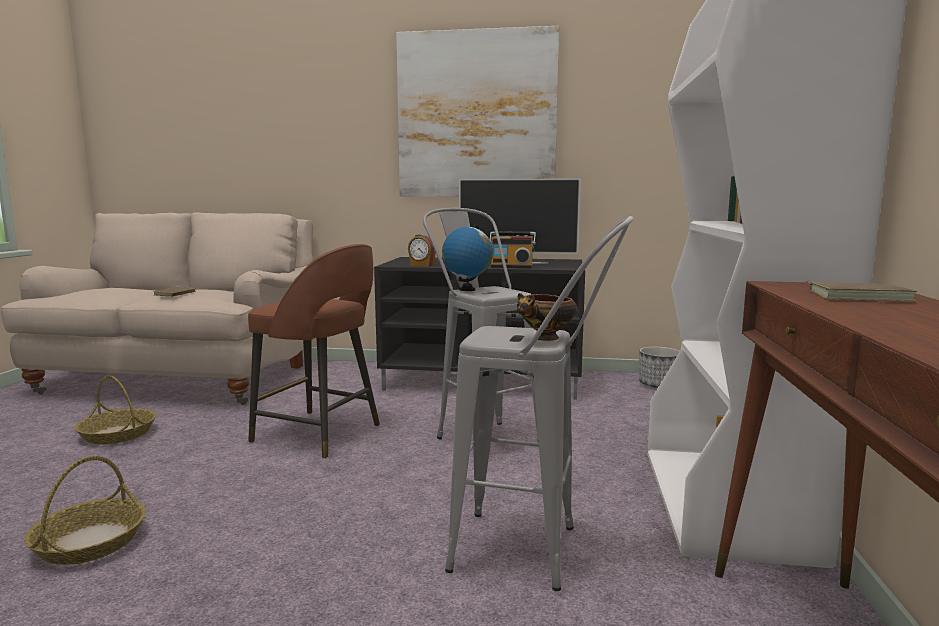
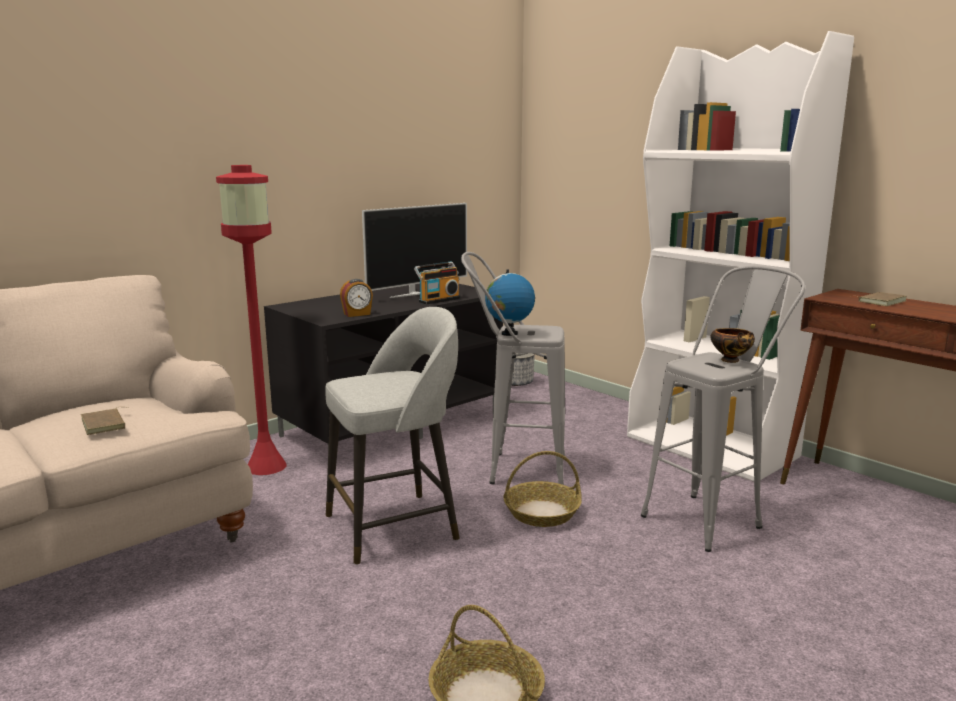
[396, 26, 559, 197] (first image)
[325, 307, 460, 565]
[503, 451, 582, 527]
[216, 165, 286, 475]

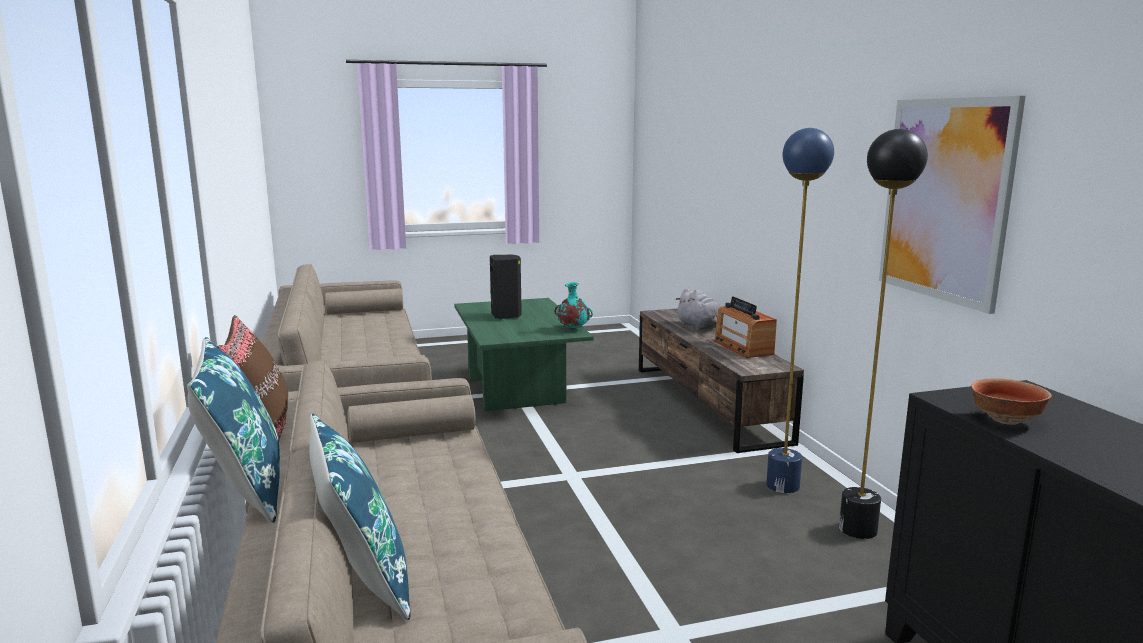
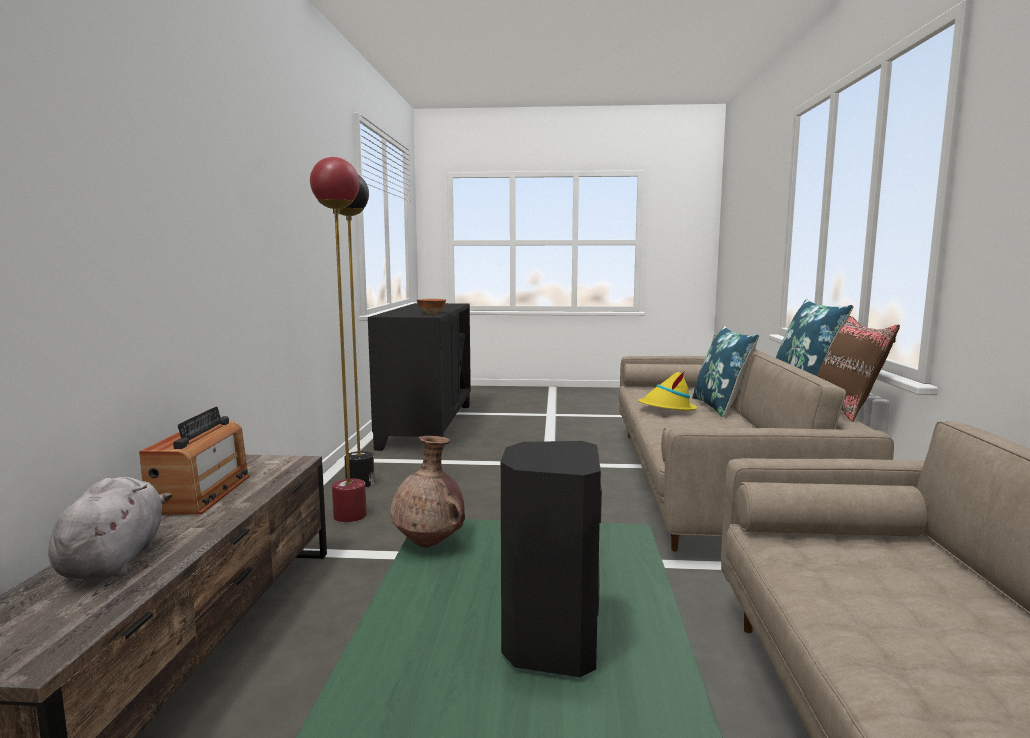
[879, 96, 1026, 314] (first image)
[310, 157, 367, 523]
[391, 436, 465, 548]
[638, 371, 697, 411]

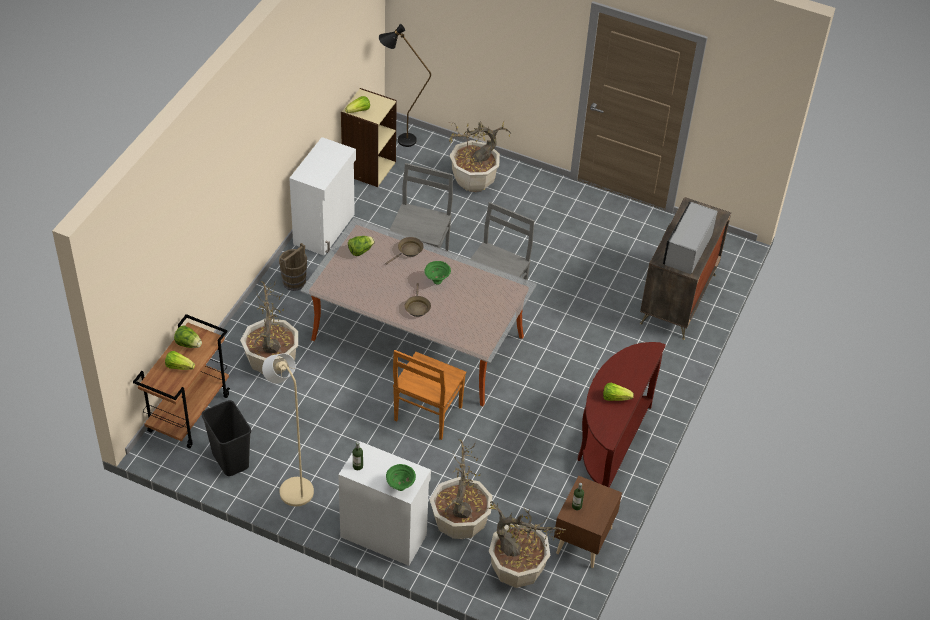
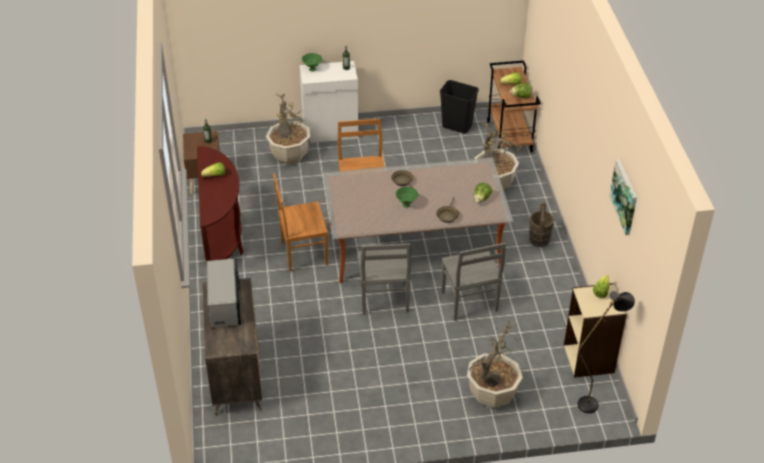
[289, 137, 356, 256] (first image)
[262, 354, 314, 506] (first image)
[488, 501, 566, 588] (first image)
[609, 159, 637, 235]
[273, 173, 328, 272]

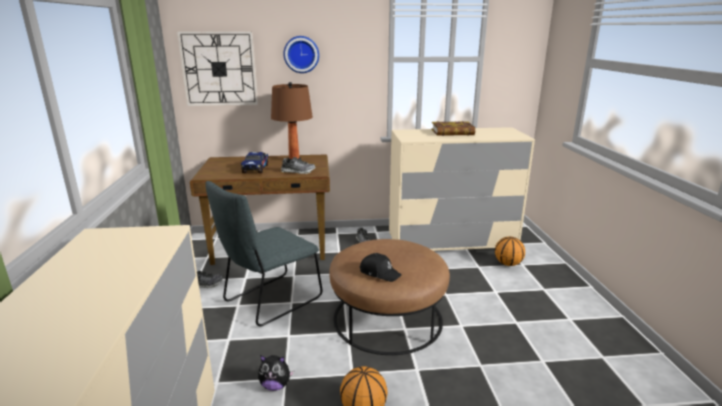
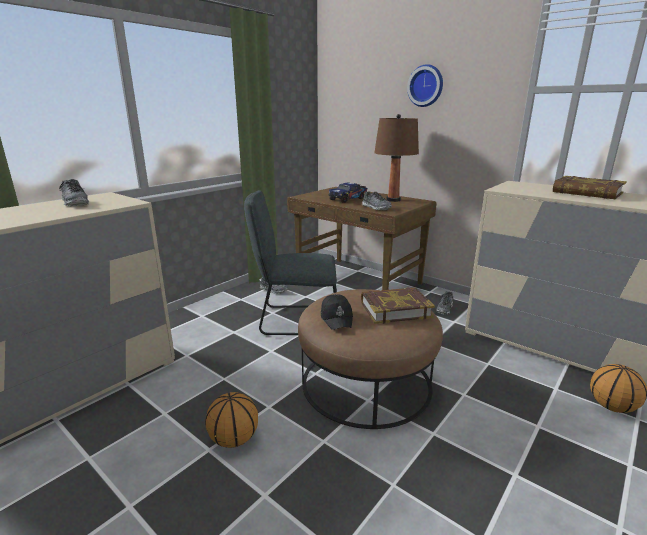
[177, 31, 258, 106] (first image)
[258, 355, 294, 391] (first image)
[59, 179, 89, 206]
[361, 287, 435, 324]

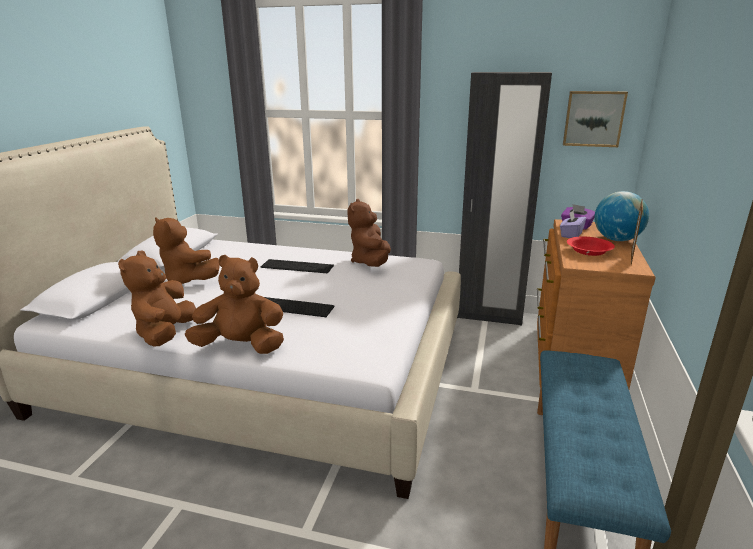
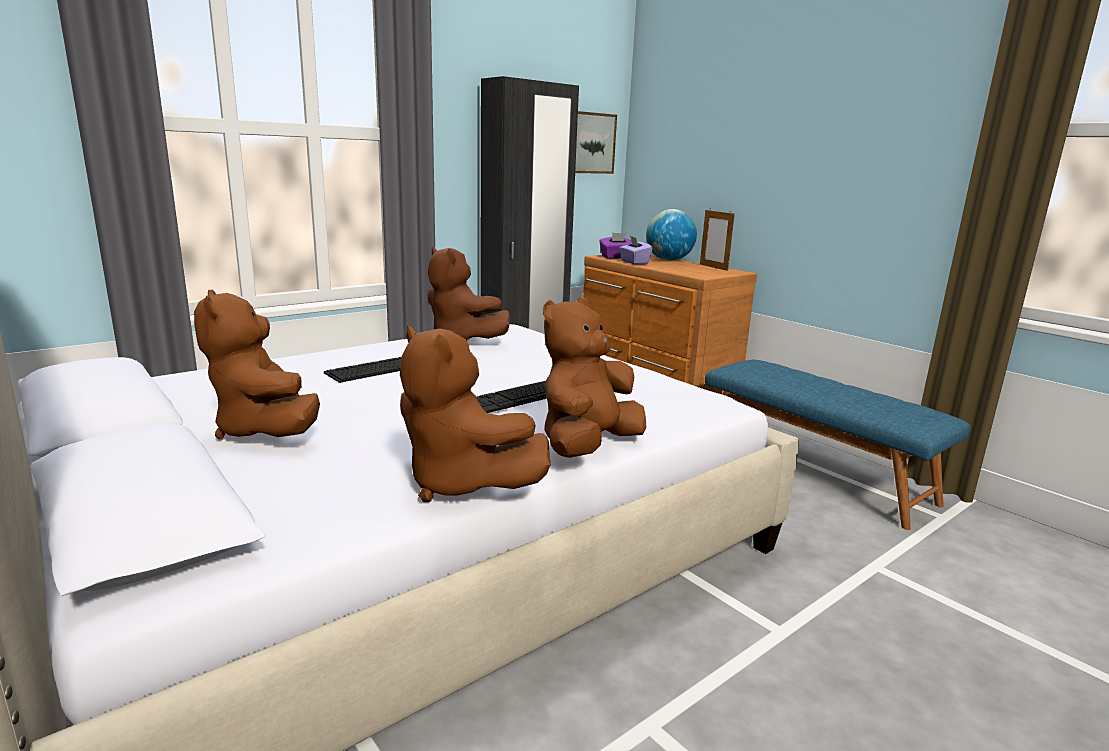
[194, 290, 320, 440]
[567, 236, 615, 256] (first image)

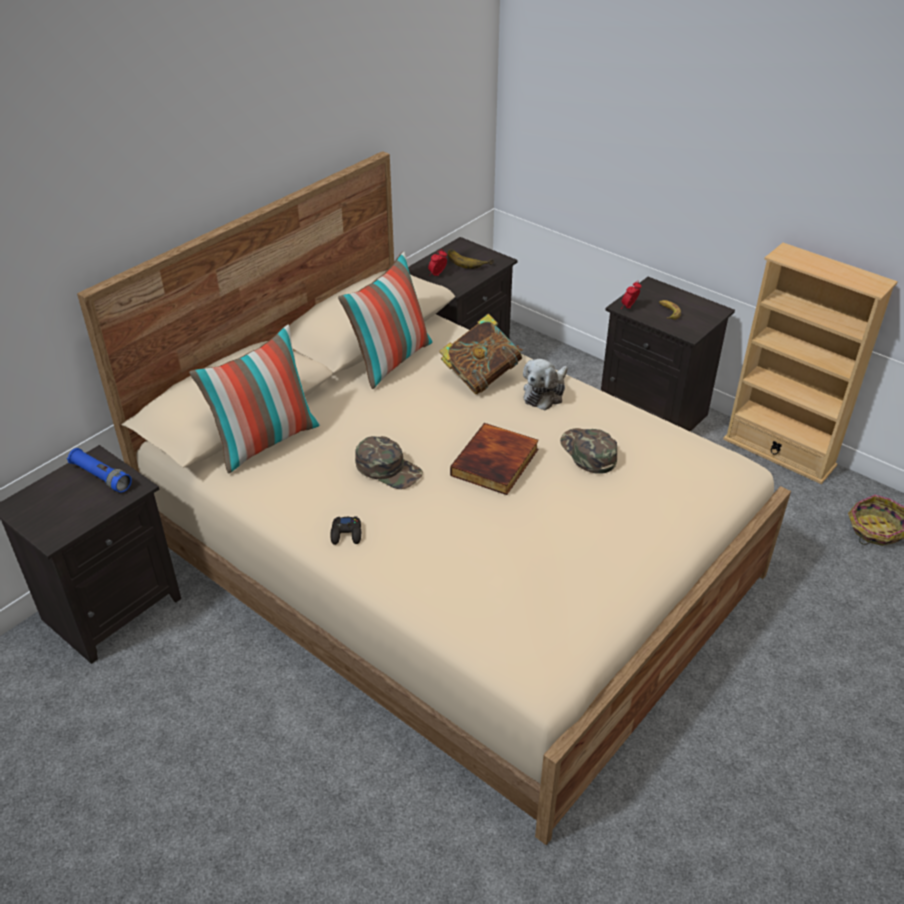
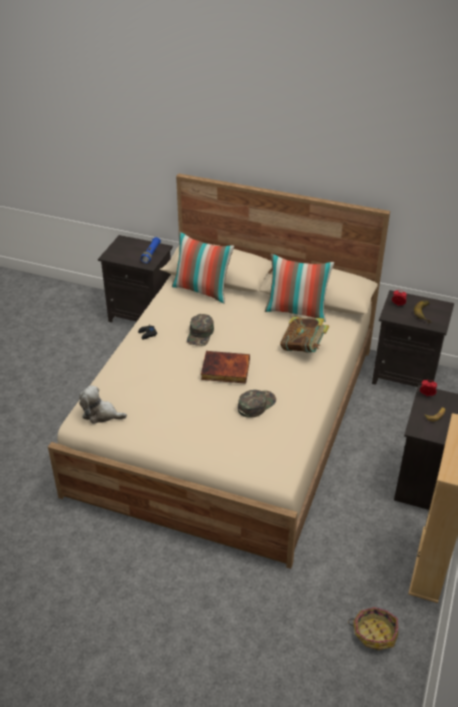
[79, 385, 127, 424]

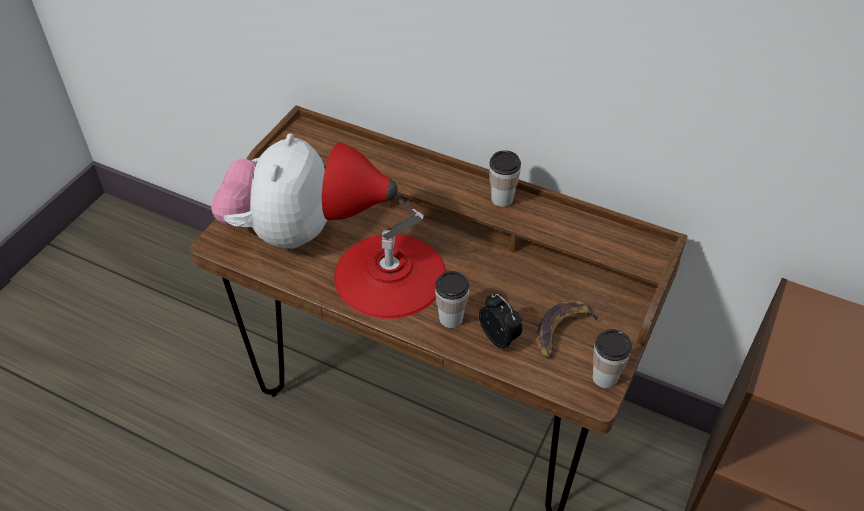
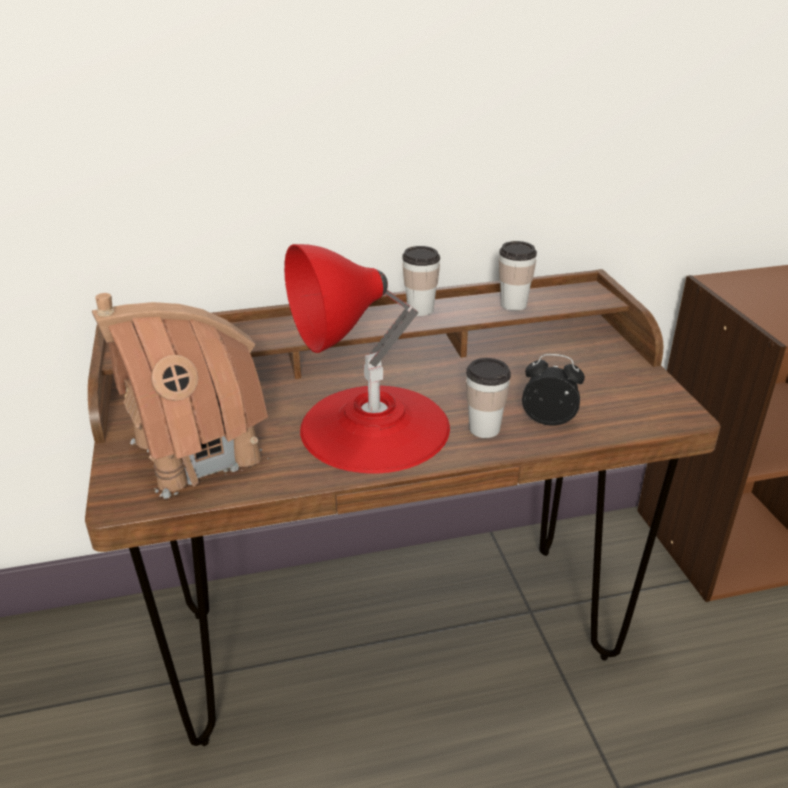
[92, 293, 269, 499]
[537, 300, 603, 359] (first image)
[499, 241, 537, 311]

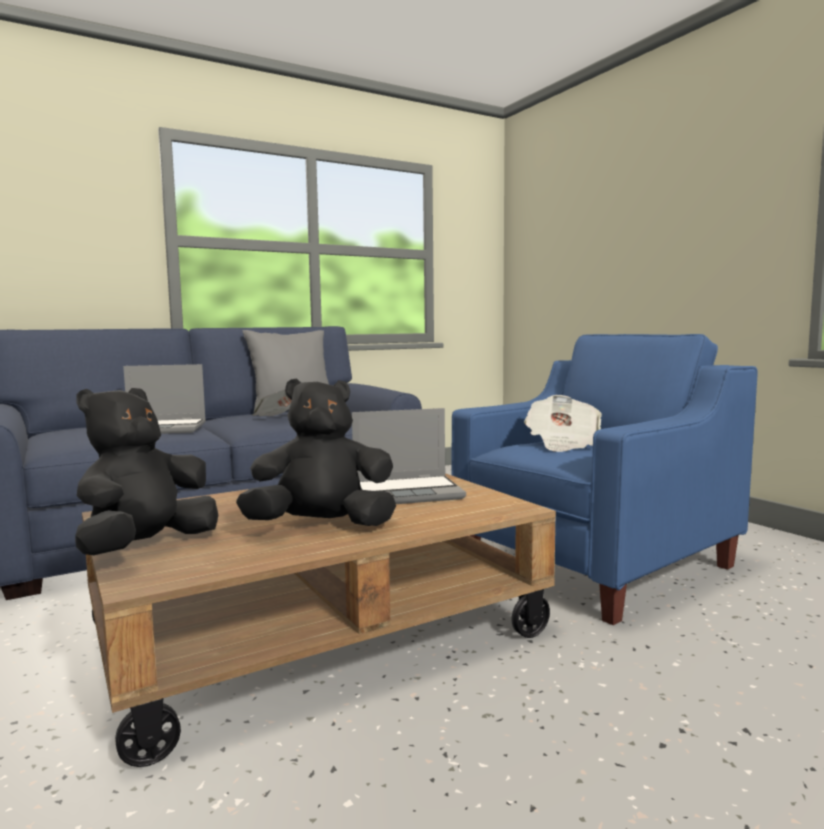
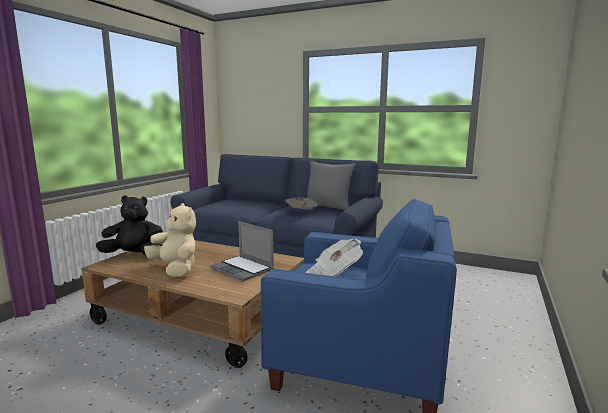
[123, 364, 206, 434] (first image)
[144, 203, 196, 277]

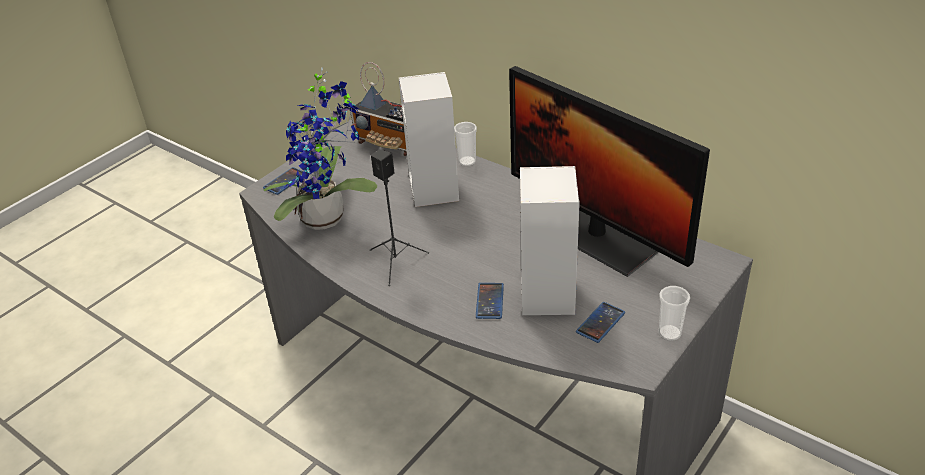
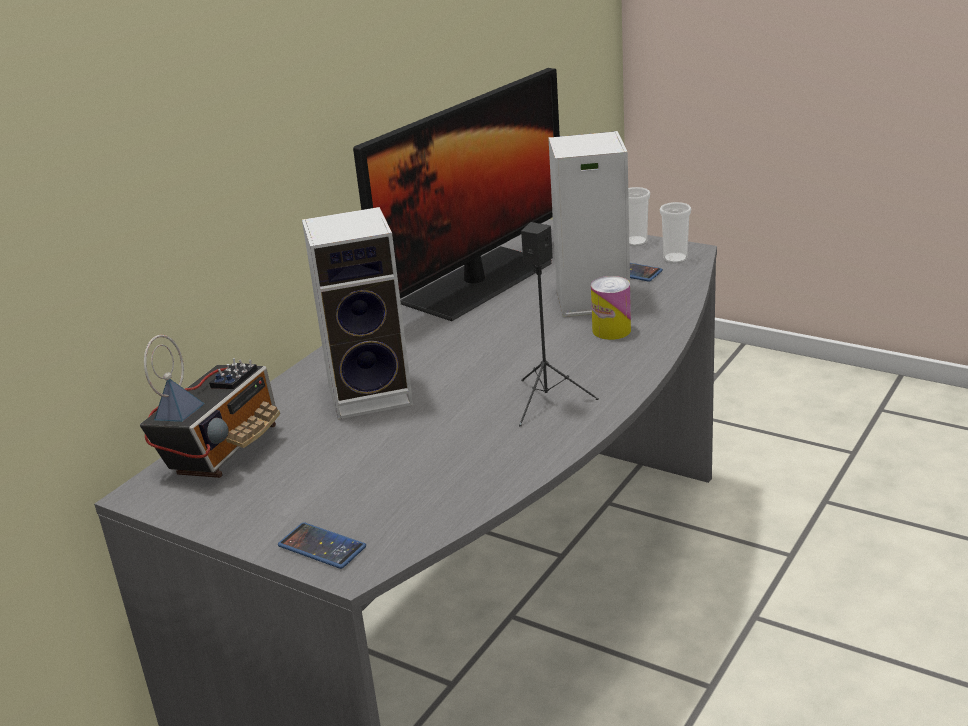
[263, 67, 377, 230] (first image)
[659, 202, 692, 263]
[591, 276, 631, 340]

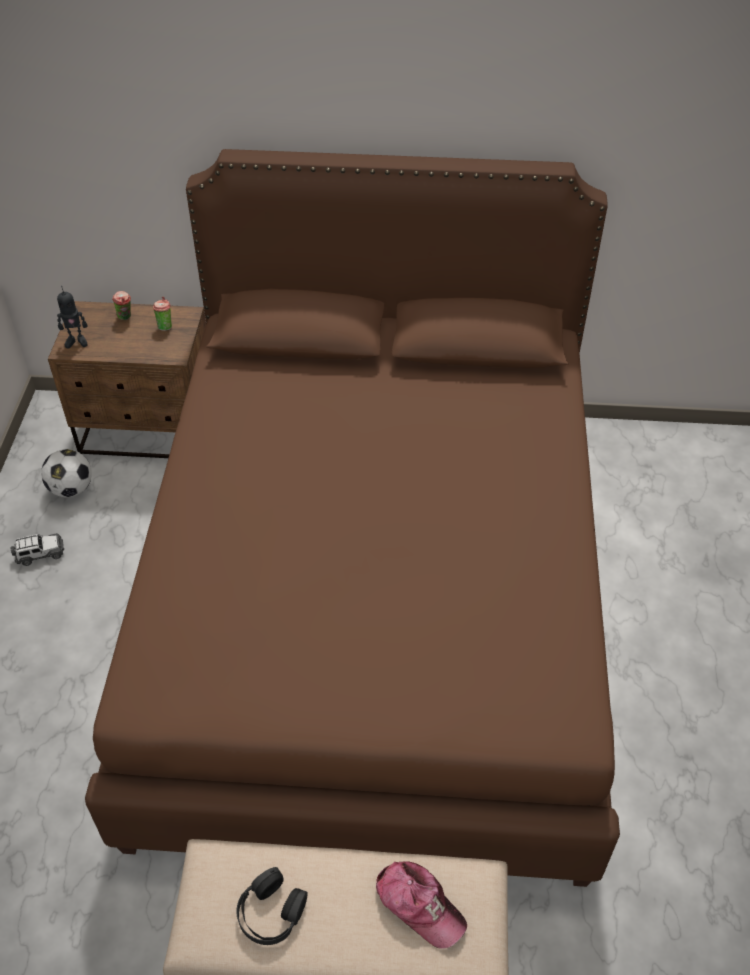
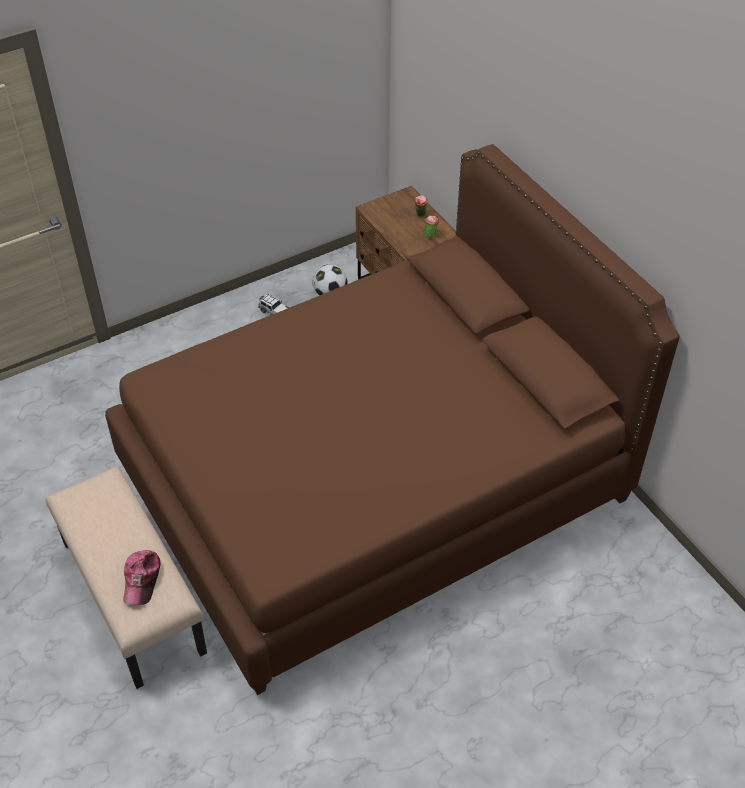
[57, 286, 88, 349] (first image)
[236, 867, 308, 945] (first image)

